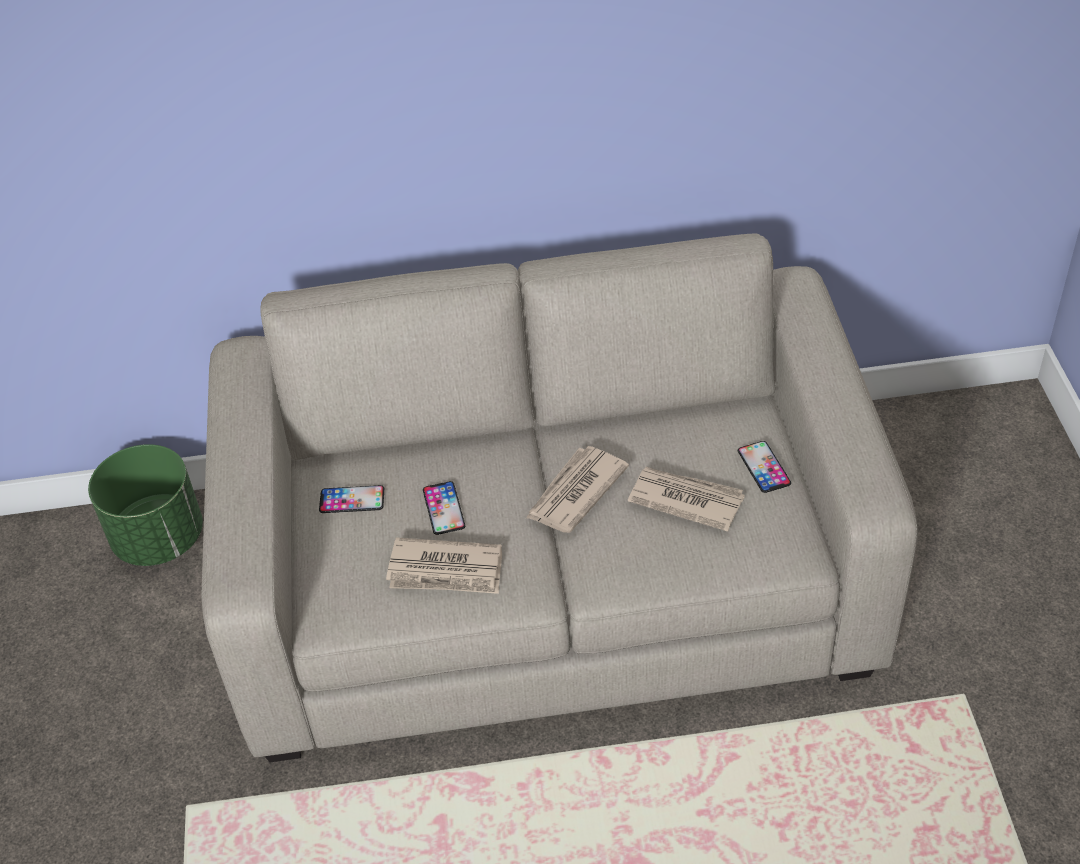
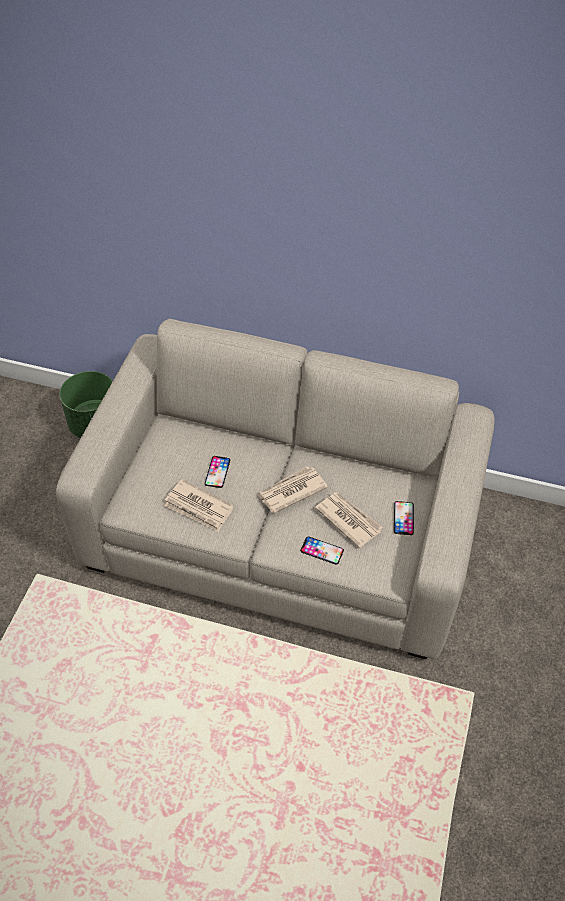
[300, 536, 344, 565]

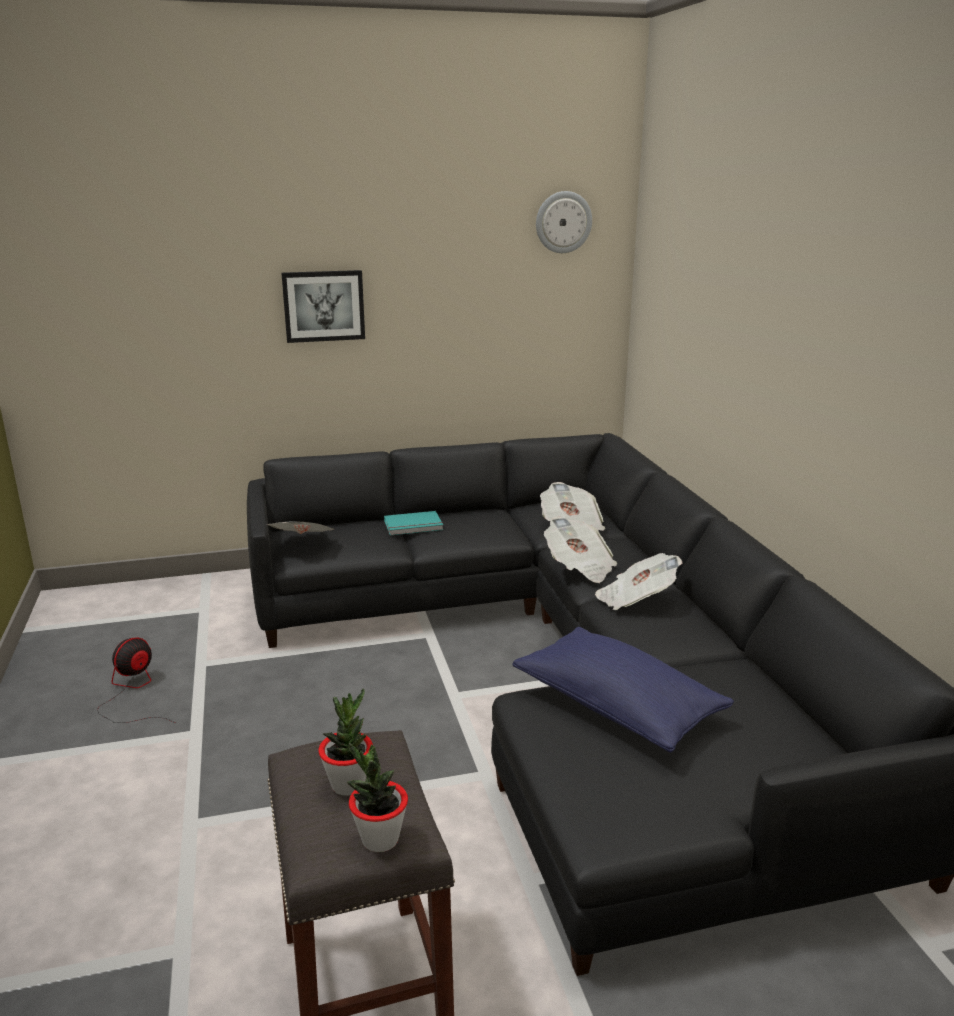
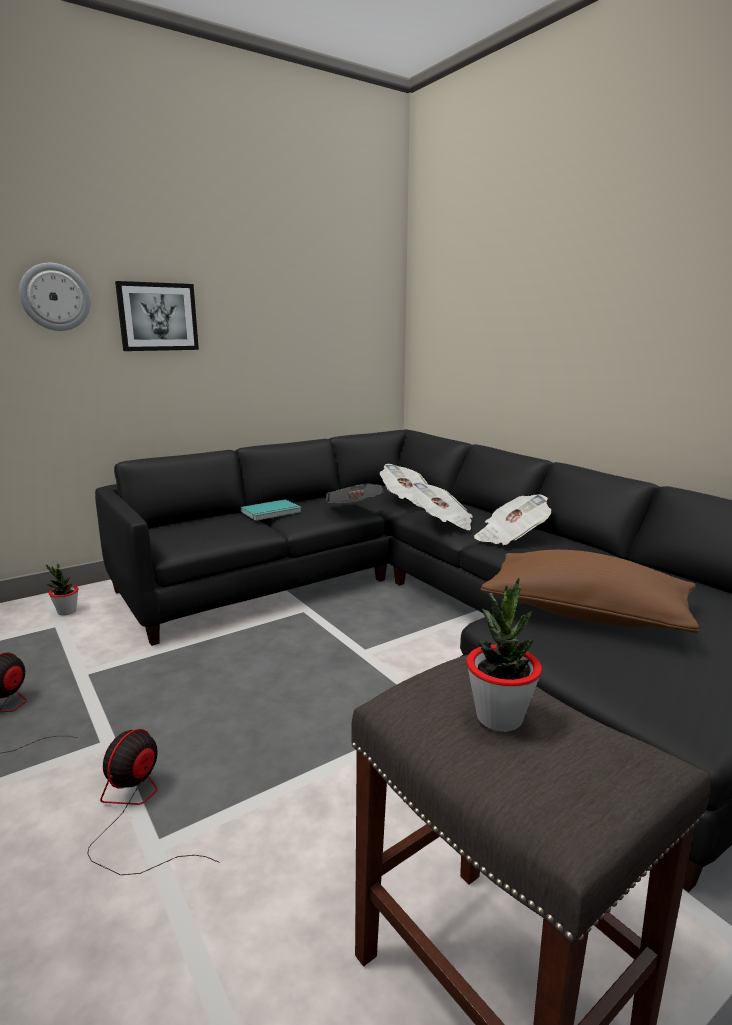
[19, 263, 91, 331]
[326, 483, 383, 503]
[481, 550, 699, 633]
[46, 564, 79, 615]
[87, 729, 219, 875]

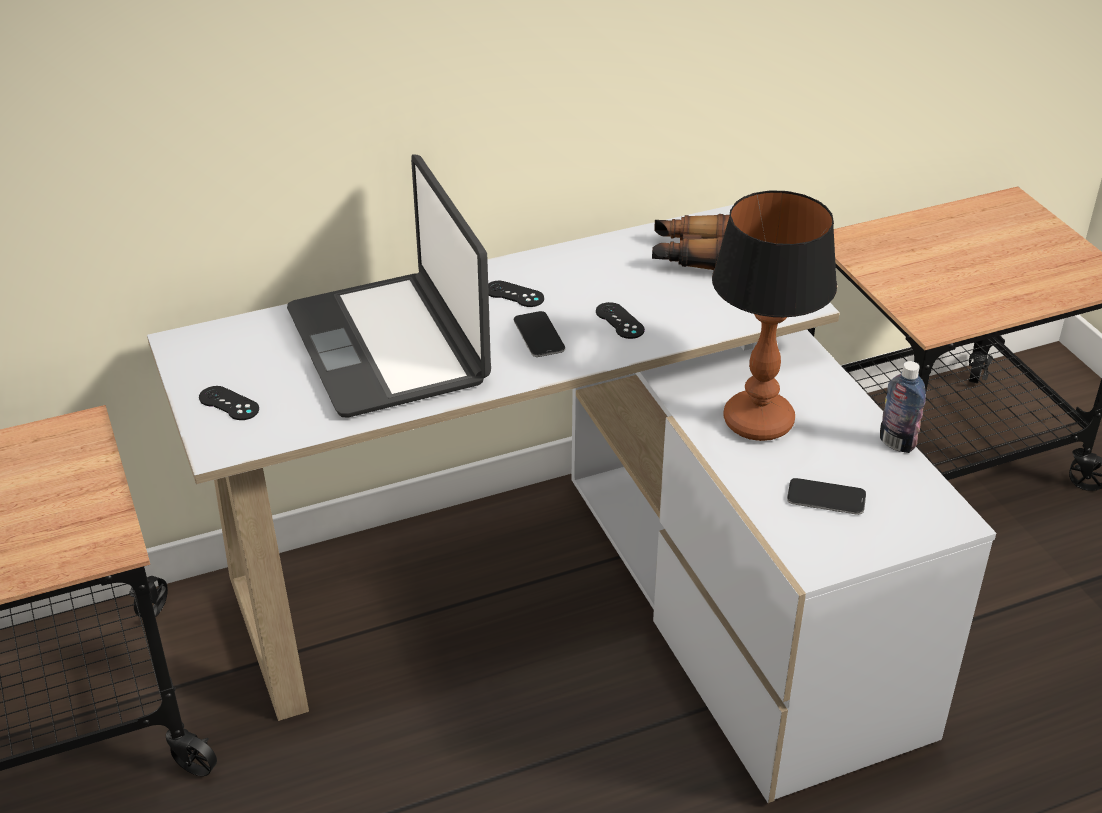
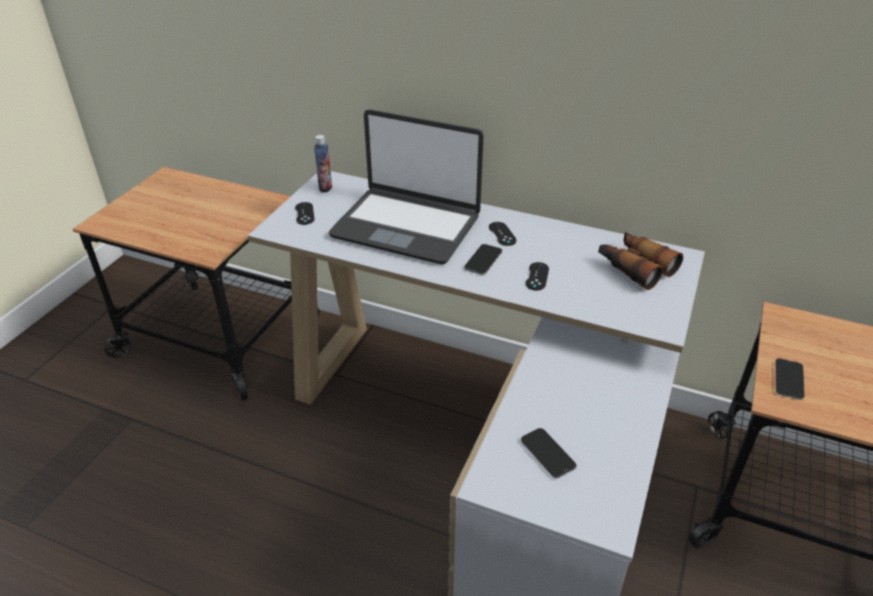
[329, 110, 483, 264]
[712, 190, 837, 441] (first image)
[314, 135, 332, 193]
[775, 358, 805, 400]

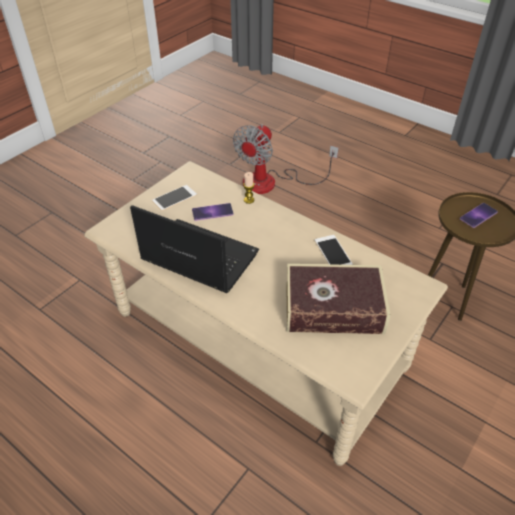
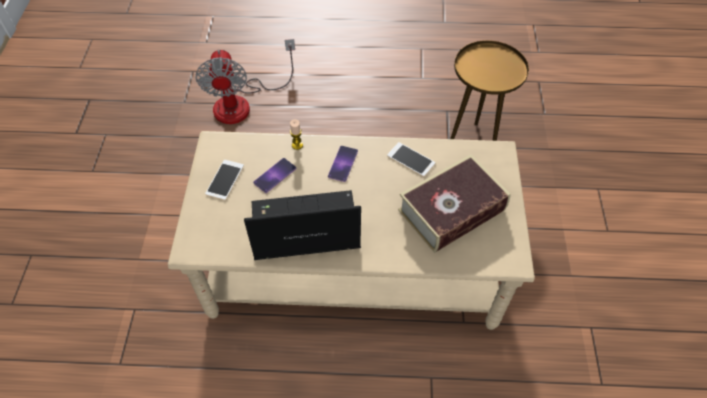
[328, 146, 358, 182]

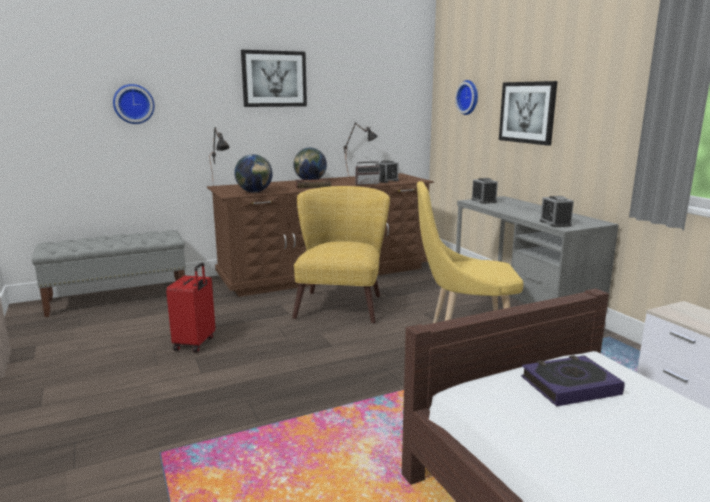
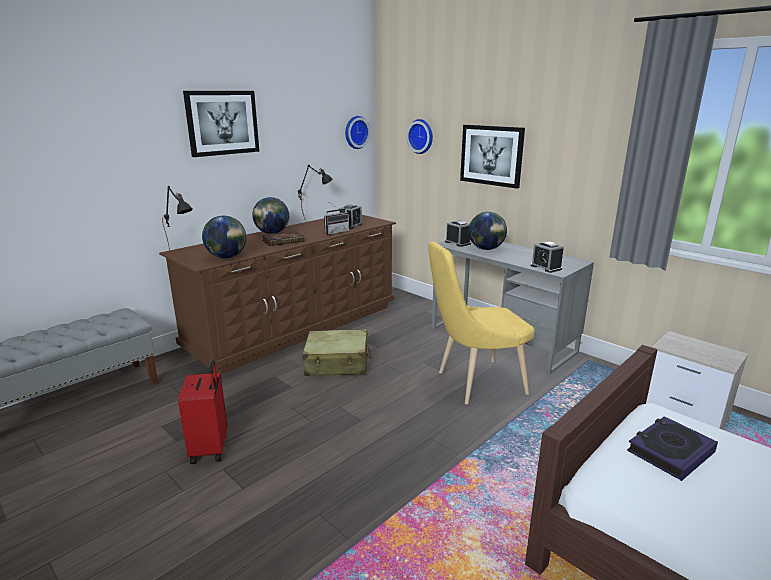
[345, 116, 370, 149]
[302, 329, 372, 376]
[469, 212, 507, 250]

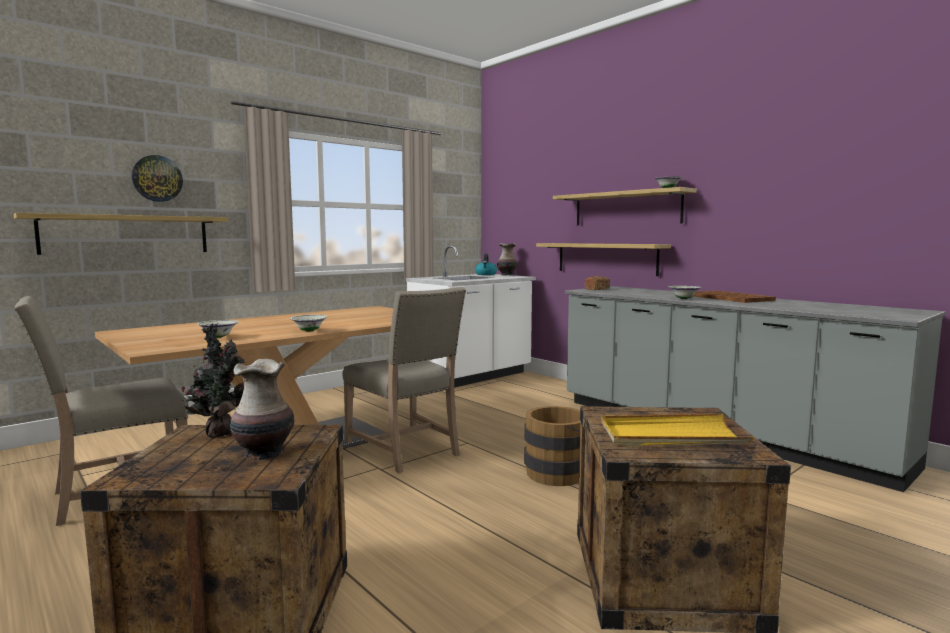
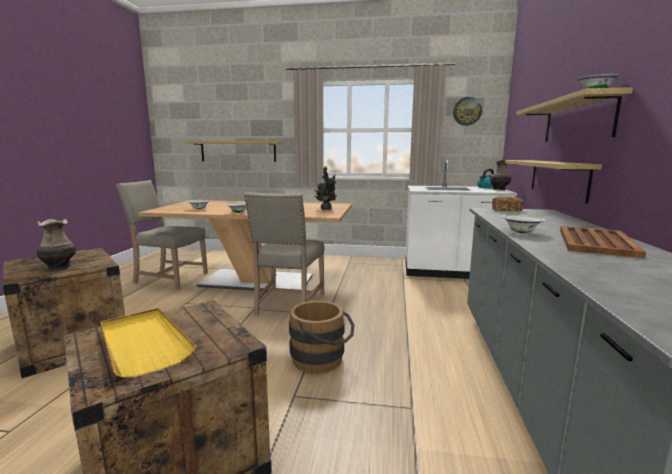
[453, 97, 482, 126]
[314, 166, 337, 210]

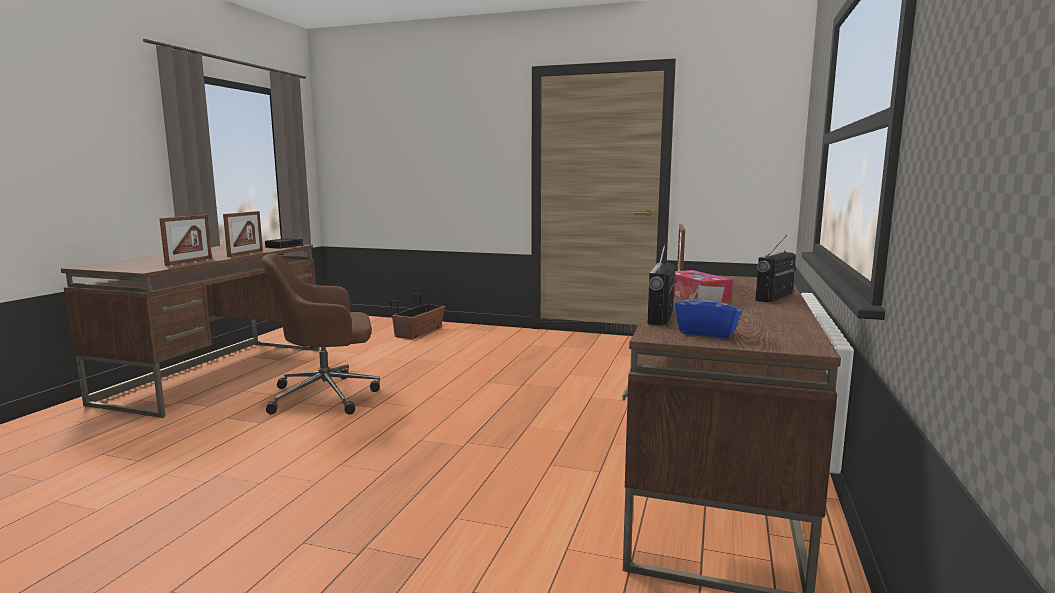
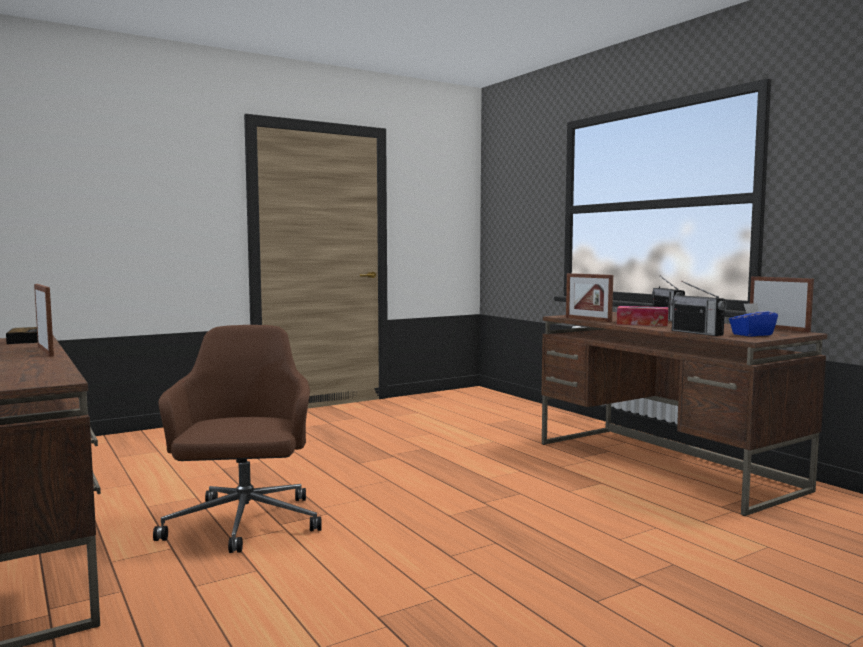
[750, 276, 814, 332]
[153, 325, 321, 553]
[390, 293, 445, 339] (first image)

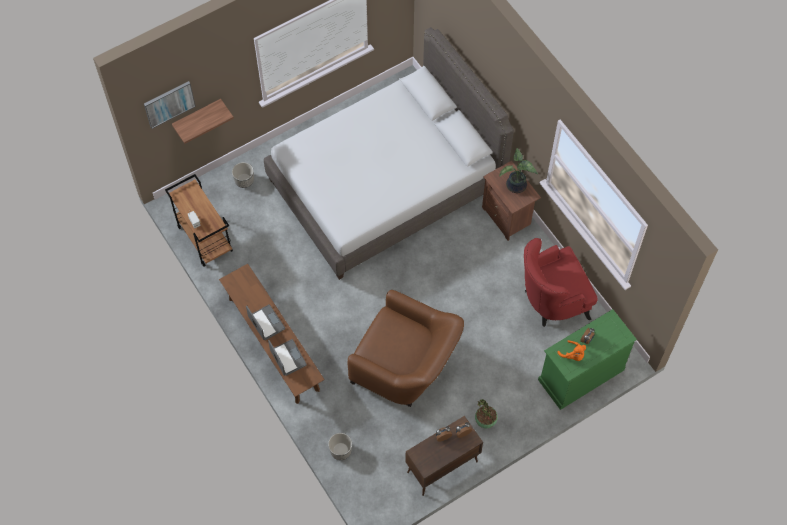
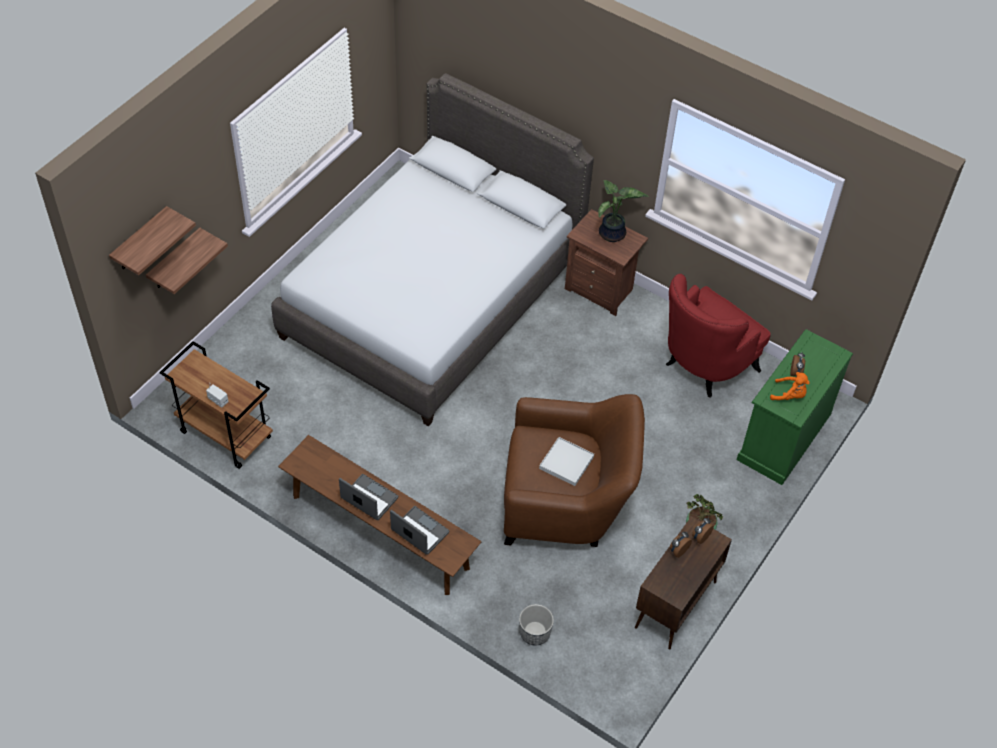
[109, 206, 196, 275]
[232, 162, 254, 188] (first image)
[539, 437, 594, 486]

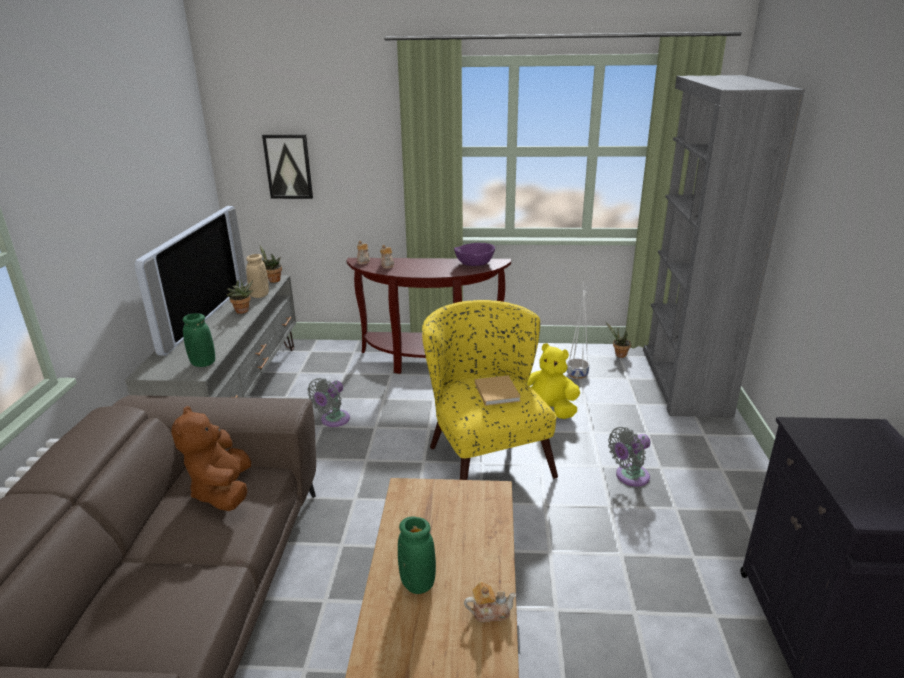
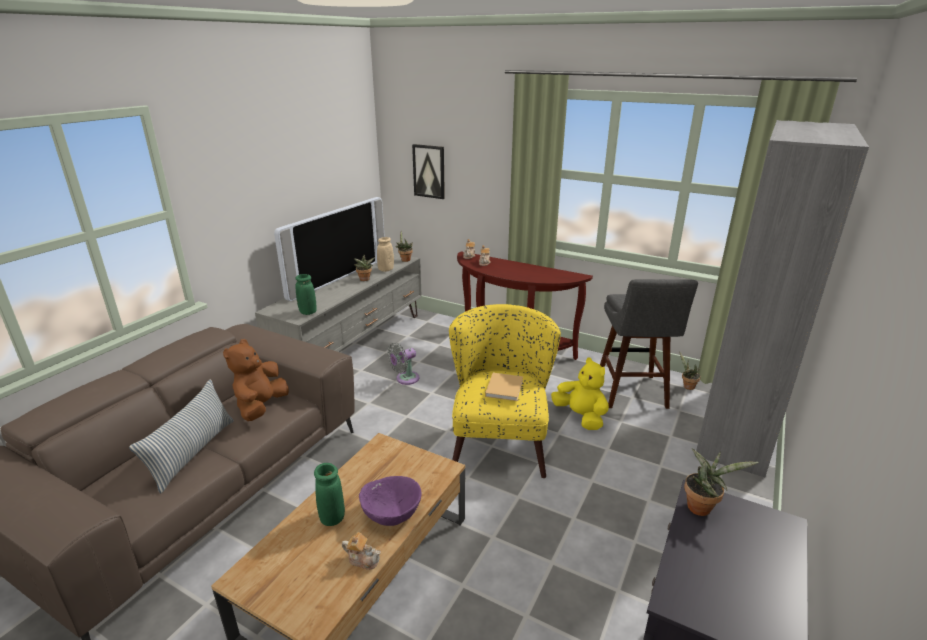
[359, 476, 422, 526]
[600, 279, 698, 409]
[608, 427, 651, 486] (first image)
[129, 379, 234, 493]
[684, 449, 759, 516]

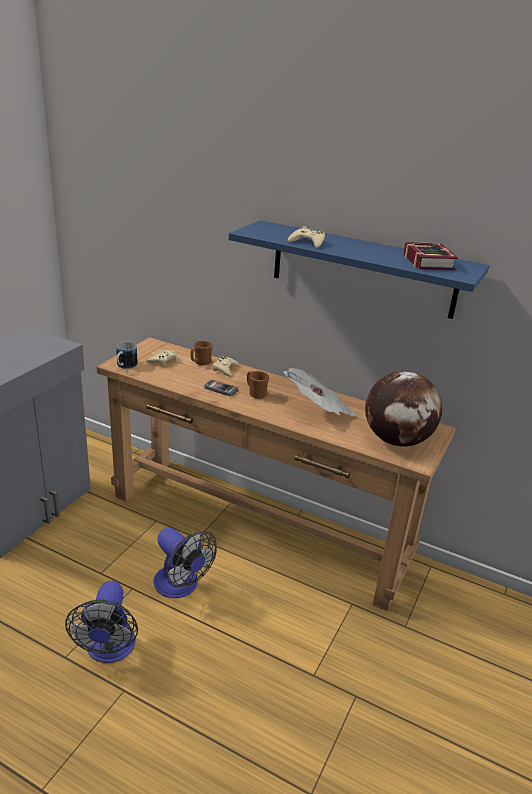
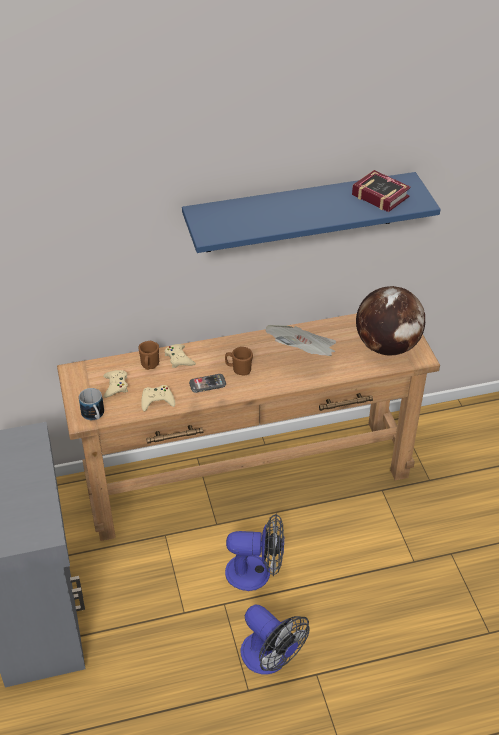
[141, 385, 175, 412]

